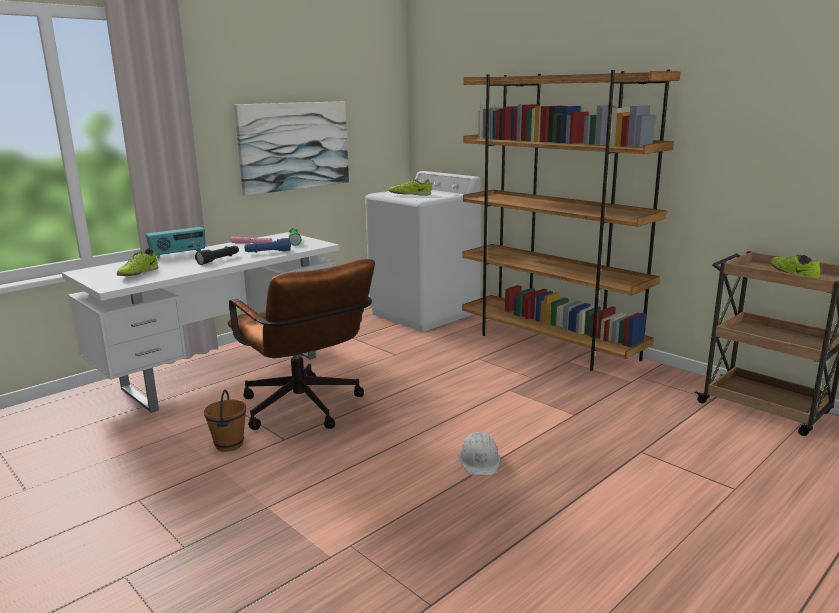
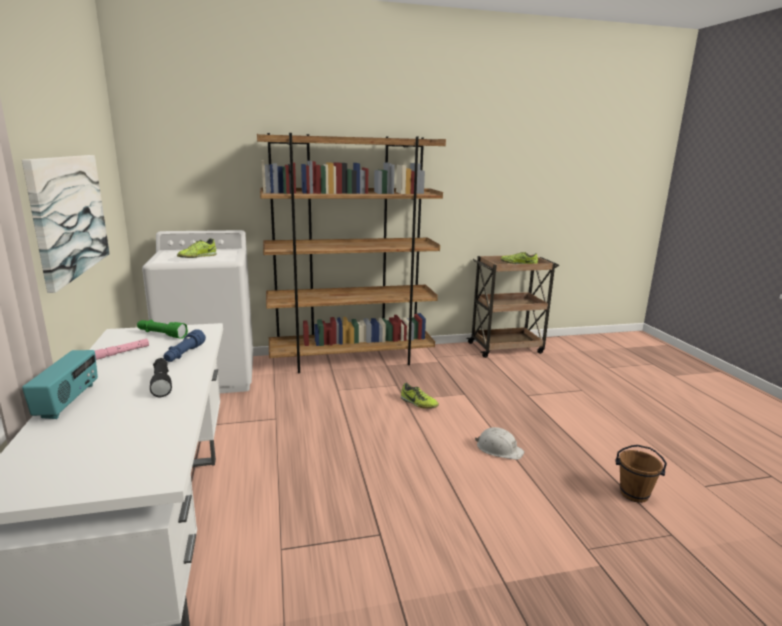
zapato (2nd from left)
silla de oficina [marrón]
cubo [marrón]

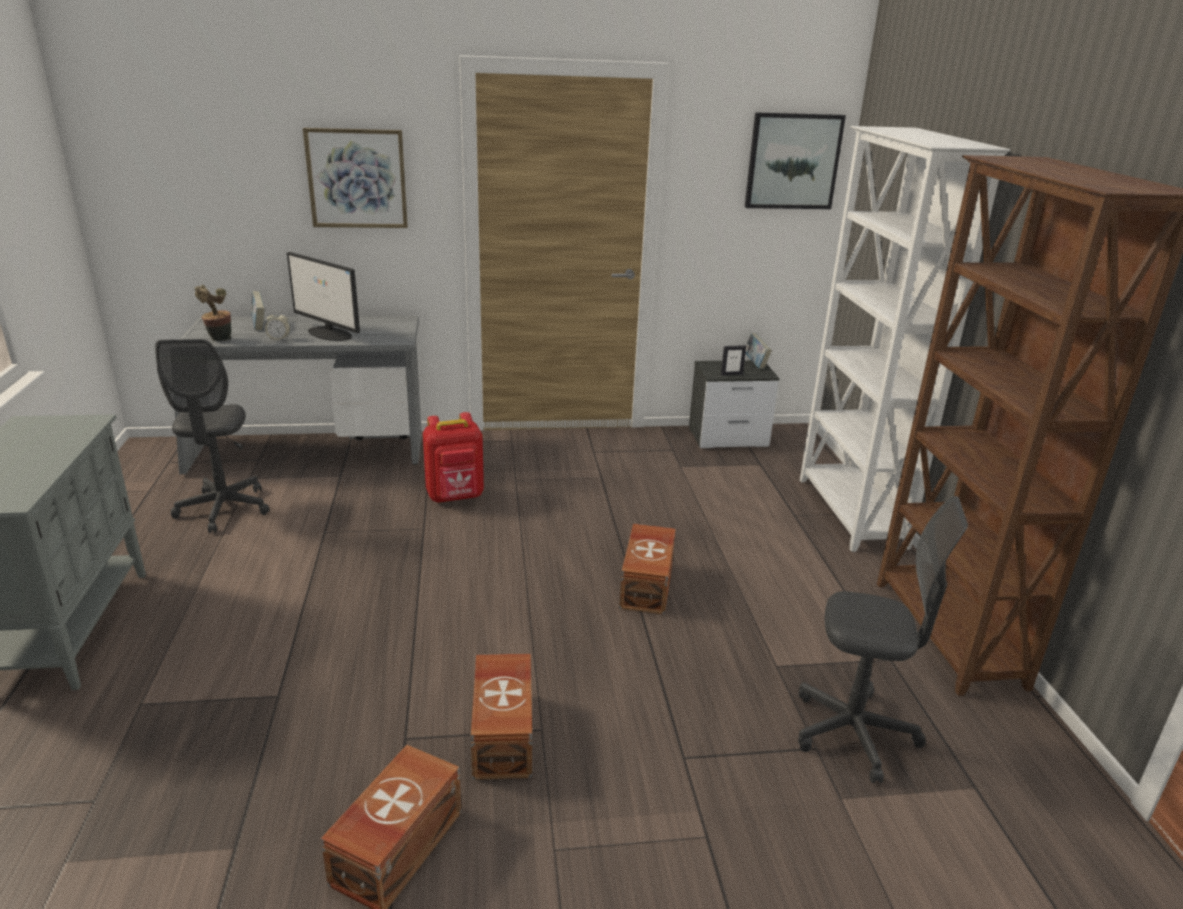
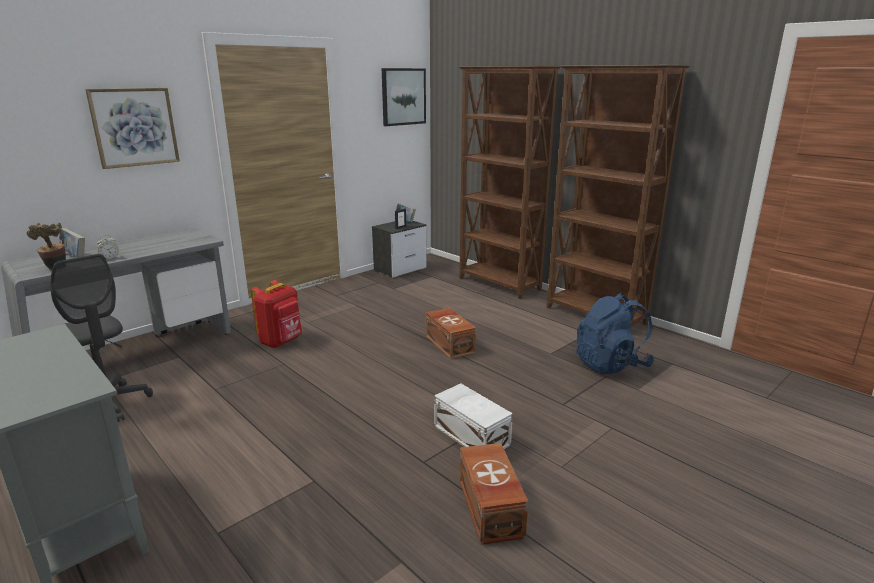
estantería [marrón] (1st from left)
monitor
mochila [azul]
caja de almacenaje [blanco]

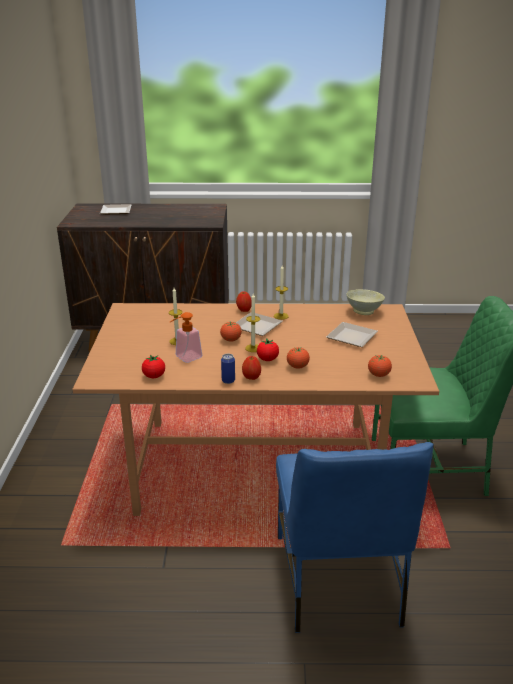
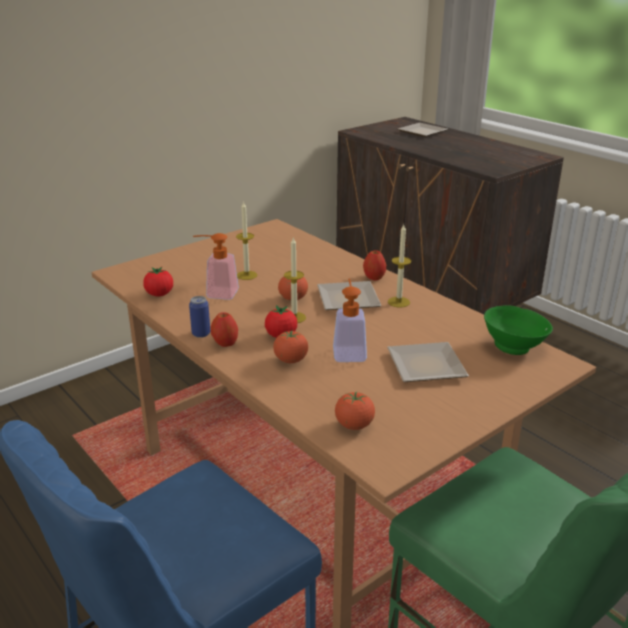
cuenco [verde]
dispensador de jabón (2nd from left)

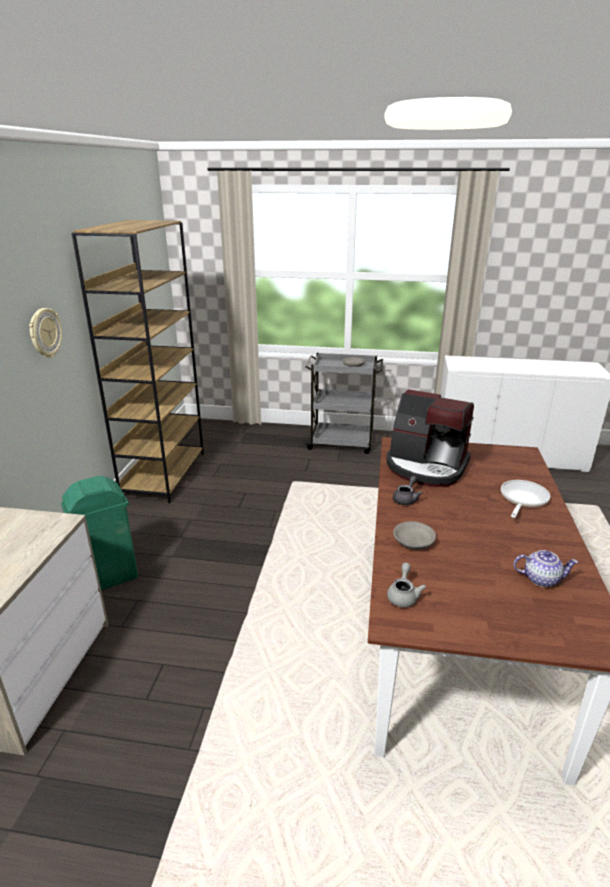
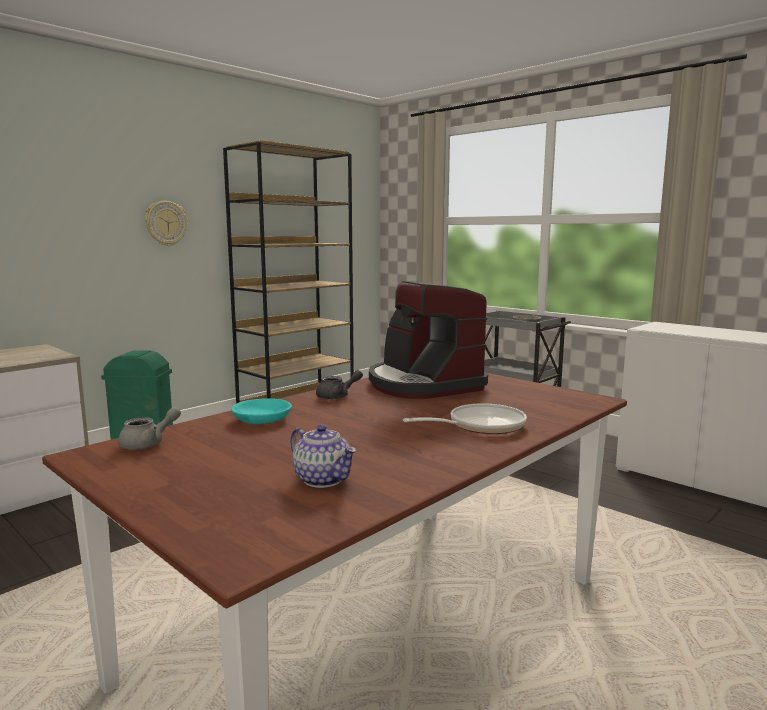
cuenco [turquesa]

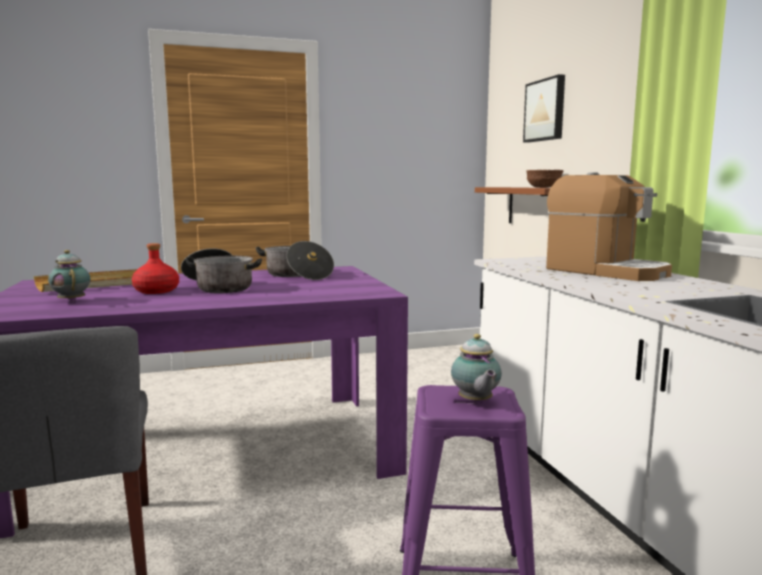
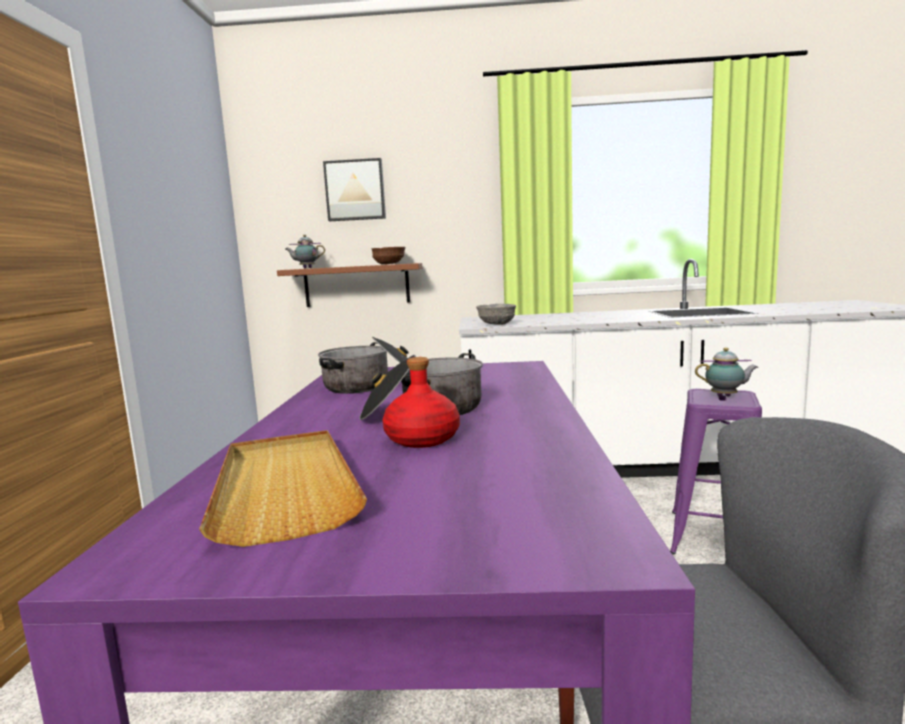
cafetera
tetera (1st from left)
cuenco [gris]

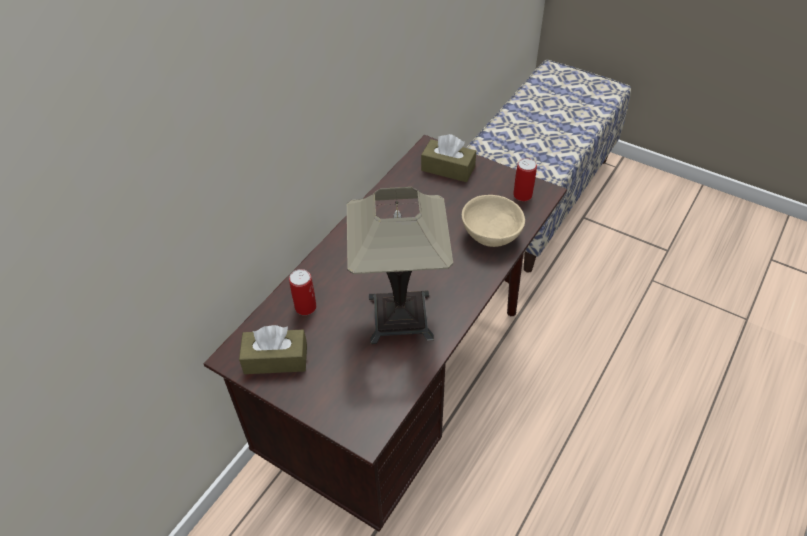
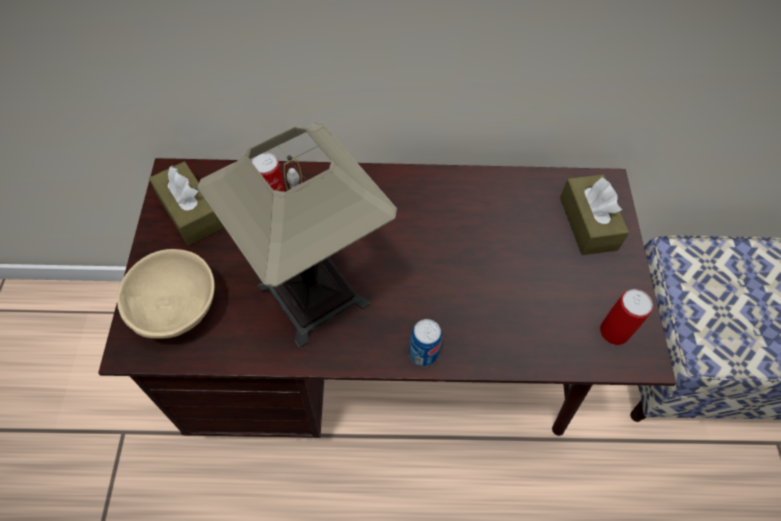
cuenco [beis]
lata (2nd from left)

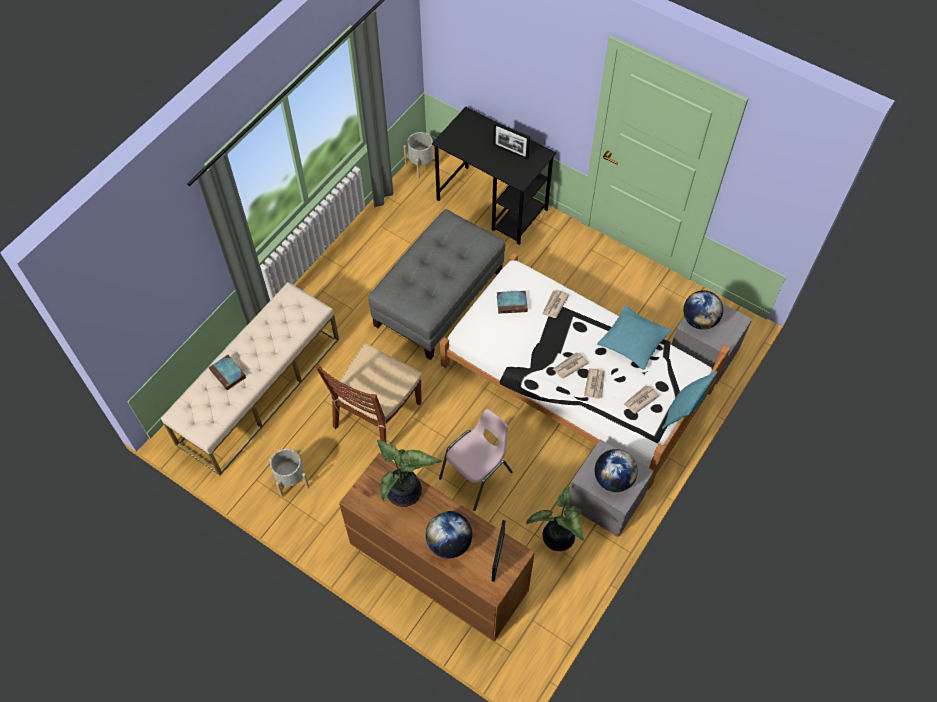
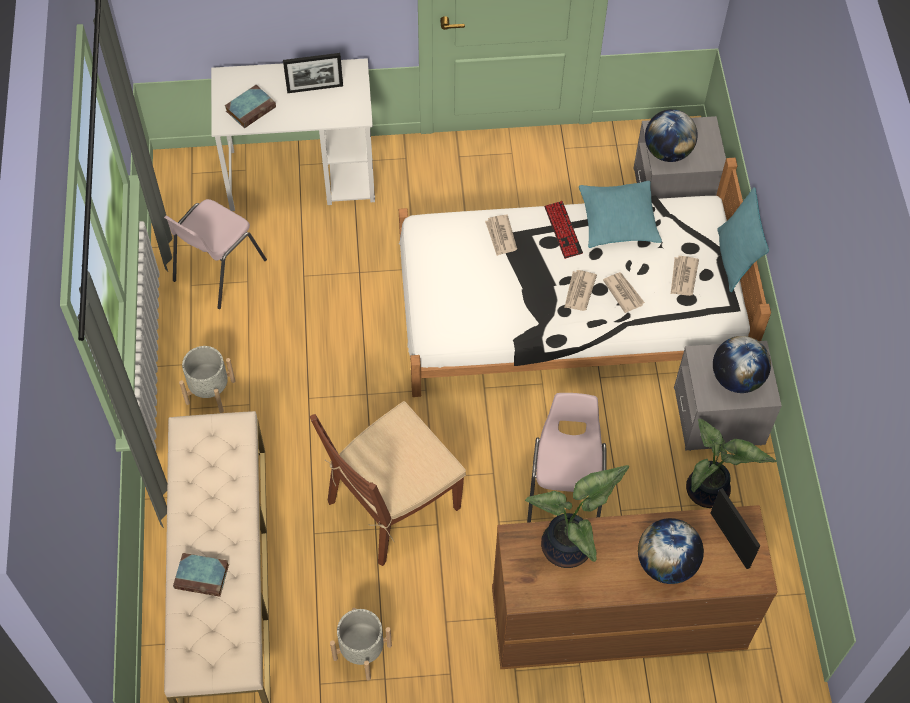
escritorio [blanco]
maceta [gris] (1st from left)
puf [gris]
libro (2nd from left)
silla [marrón]
silla [rosa] (1st from left)
teclado

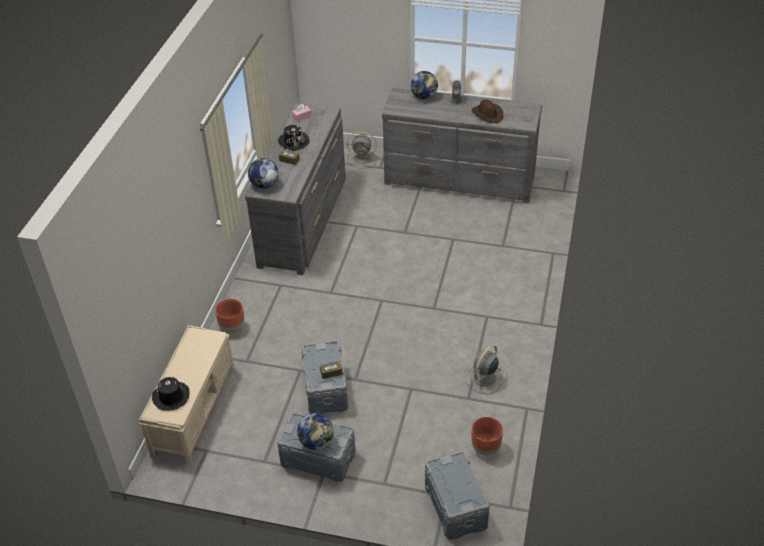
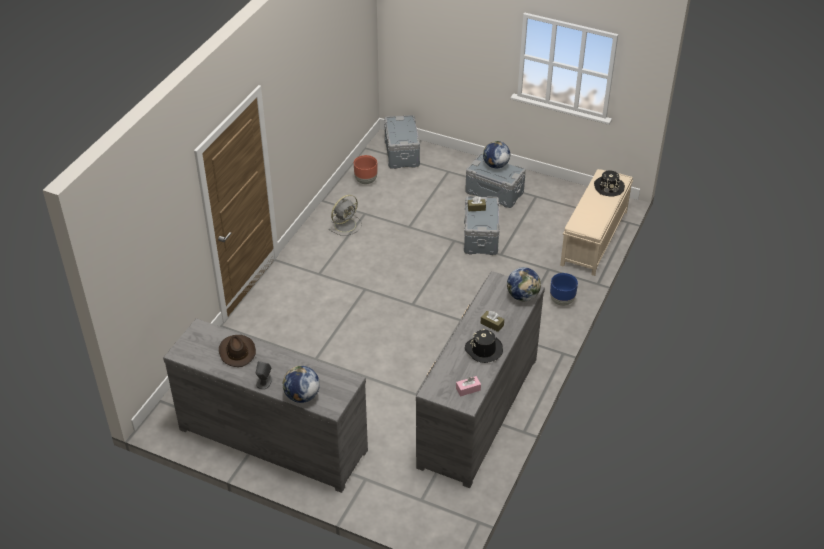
ventilador [gris] (1st from left in the first image)
maceta [azul]

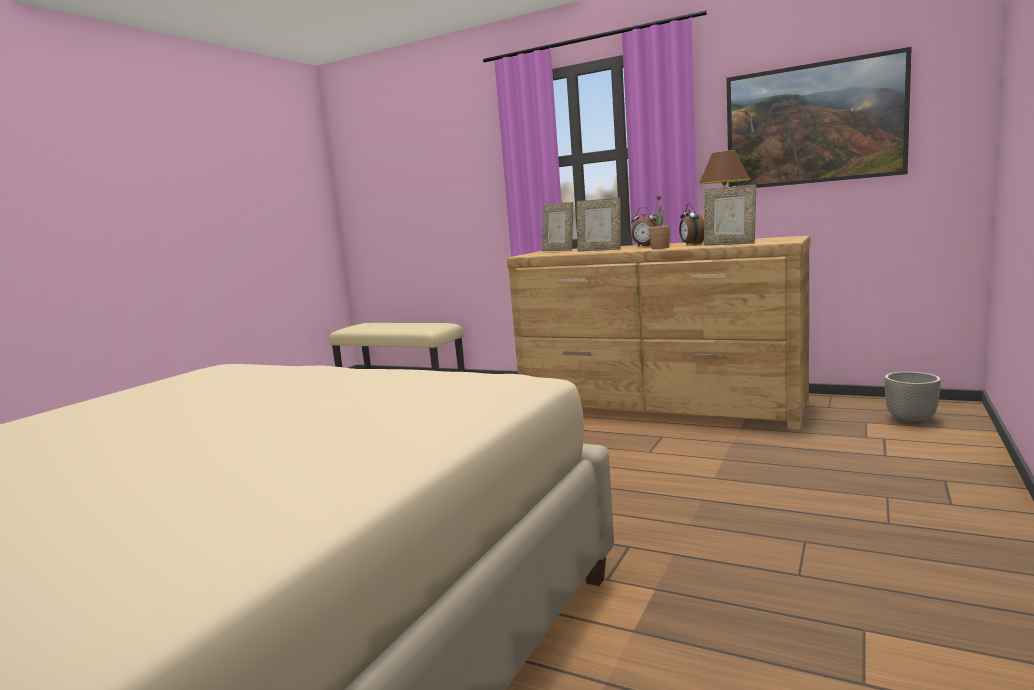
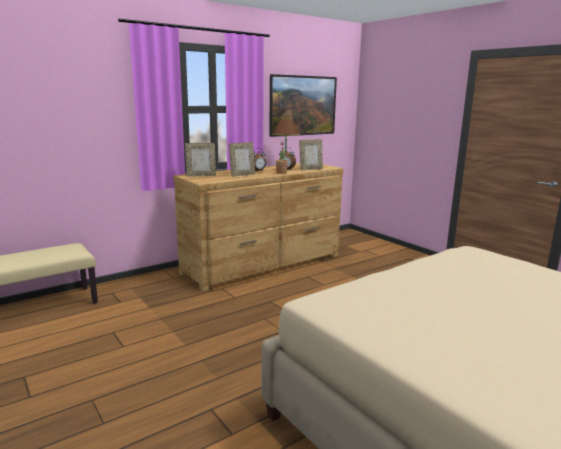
maceta

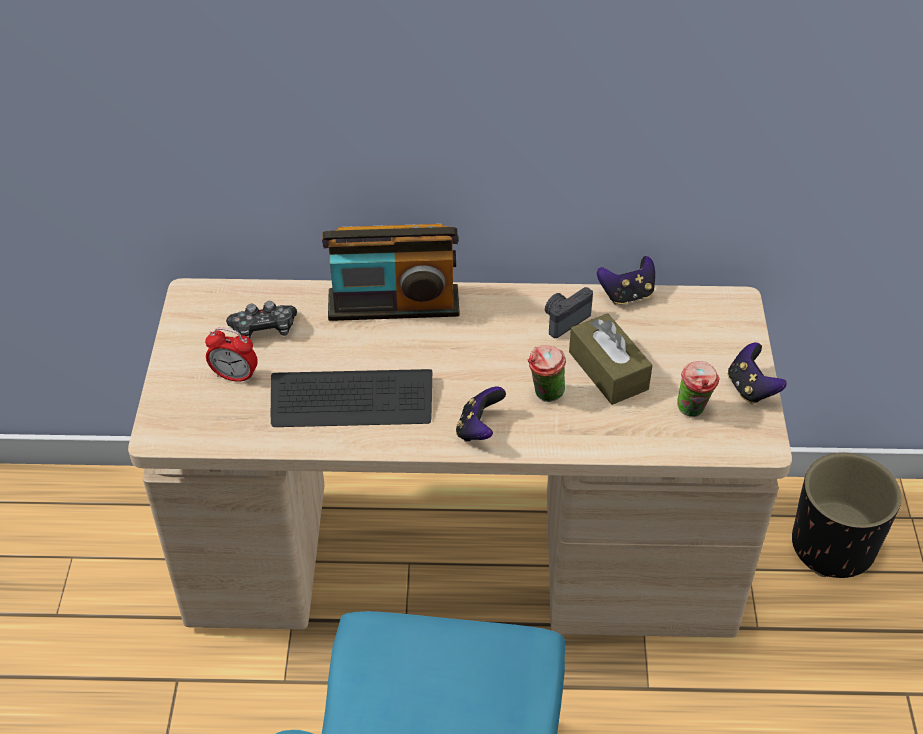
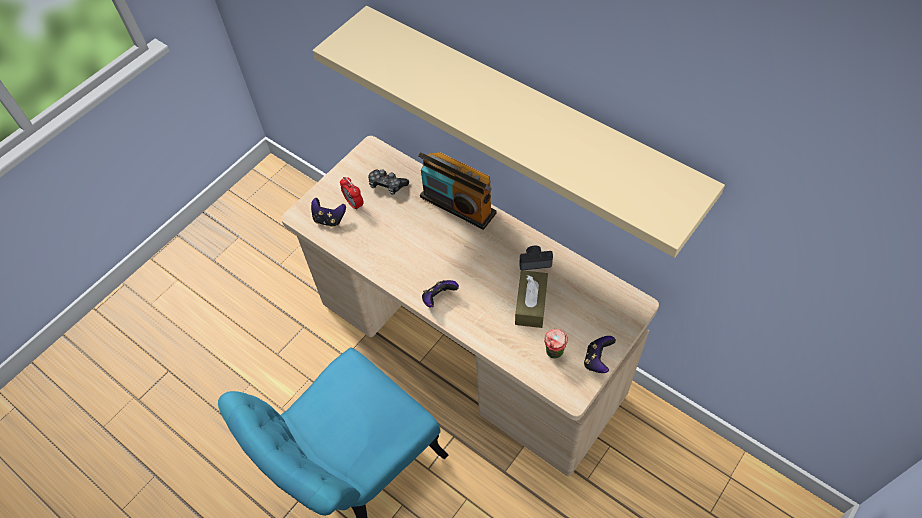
mando de consola (1st from left)
taza (1st from left in the first image)
teclado
maceta [negro]
estante [beis]

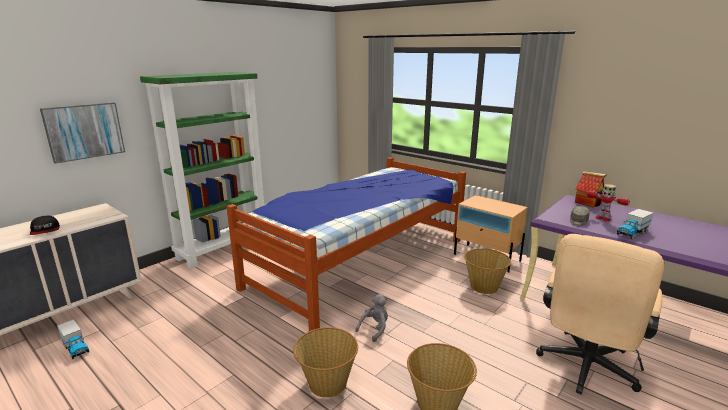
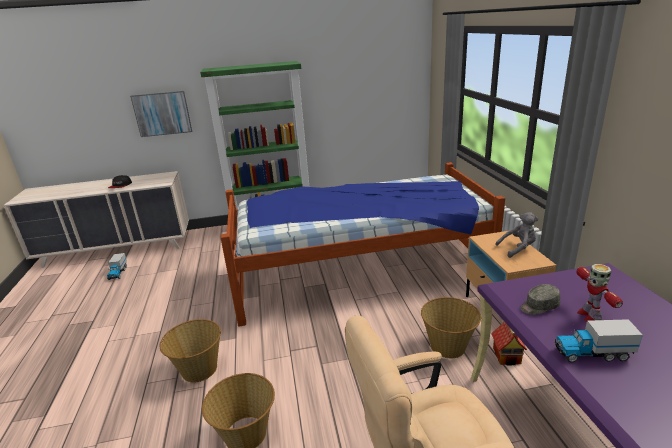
casita
peluche [gris]

